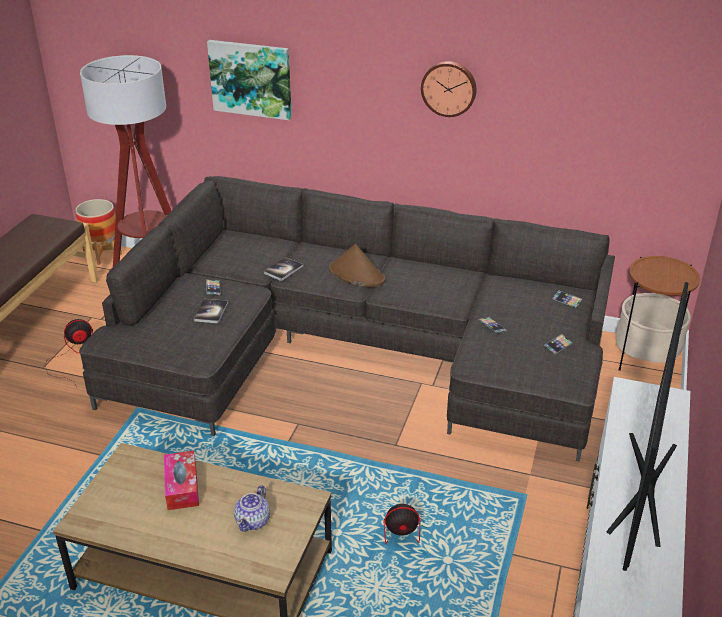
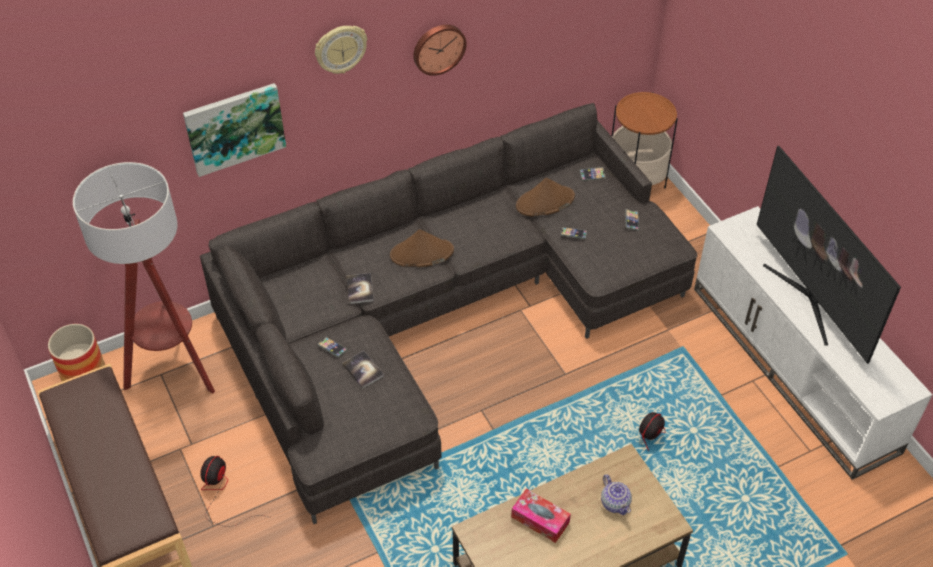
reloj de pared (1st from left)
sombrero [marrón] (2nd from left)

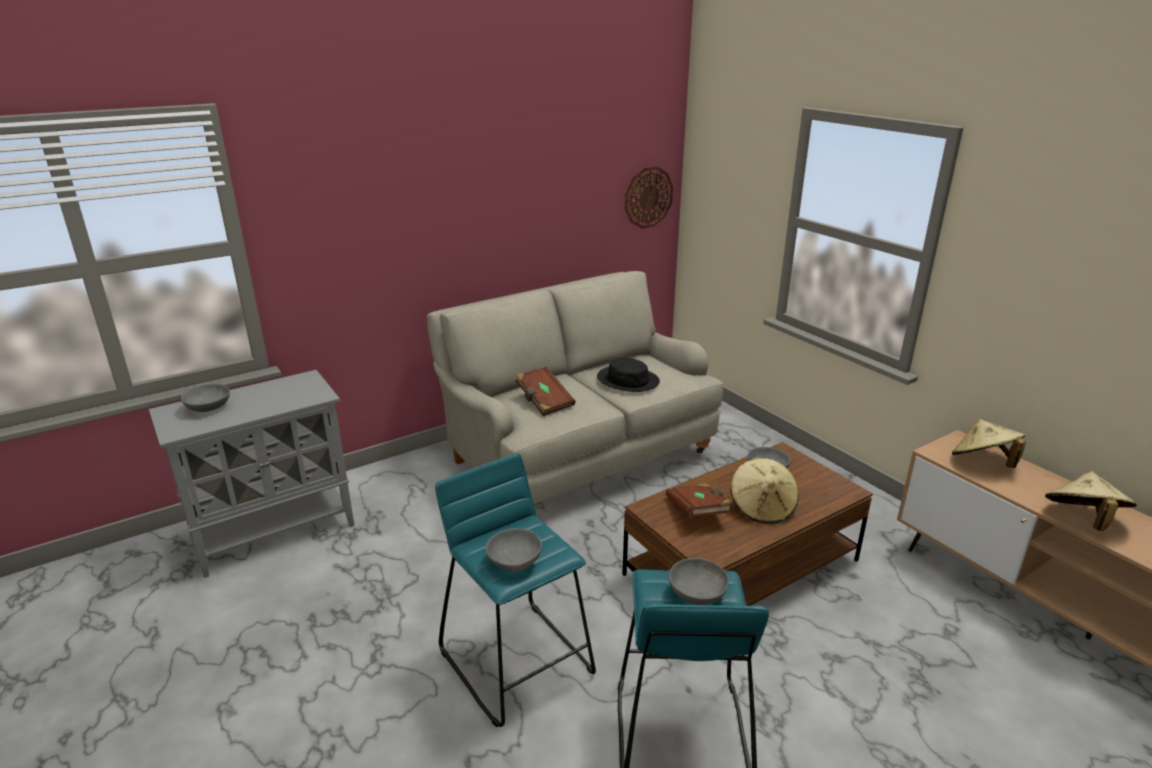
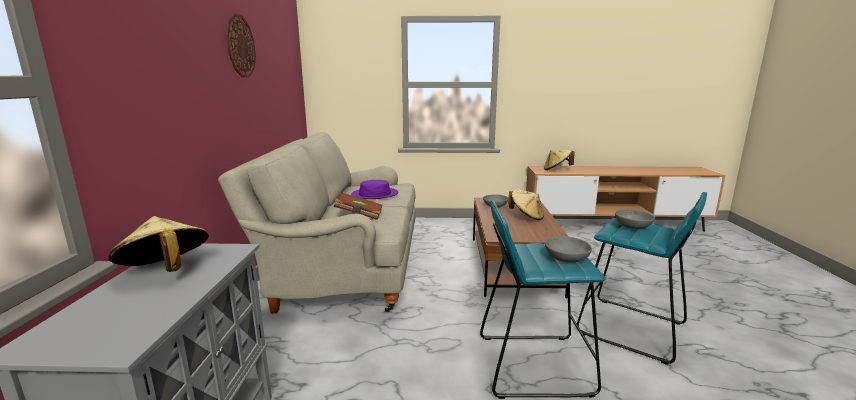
reloj de pared
sombrero [morado]
cuenco [gris] (1st from left in the first image)
sombrero [beis] (1st from left)
libro [marrón] (2nd from left in the first image)

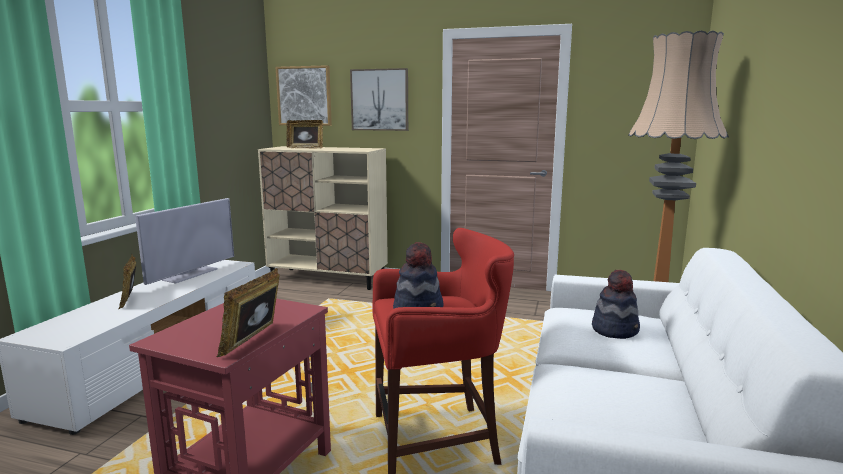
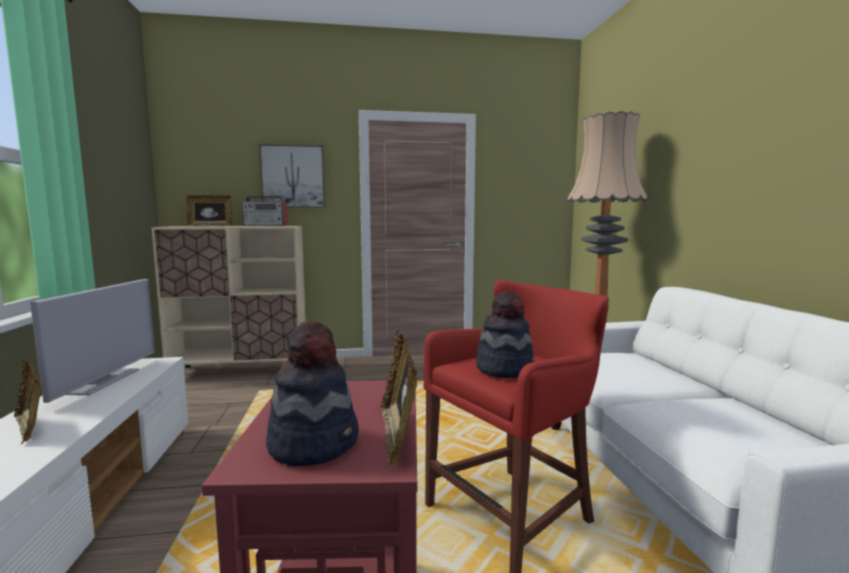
cuadro (1st from left in the first image)
sombrero (1st from left)
radio

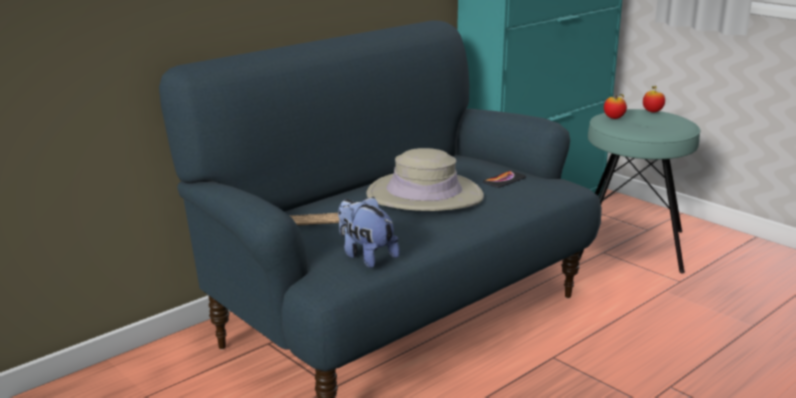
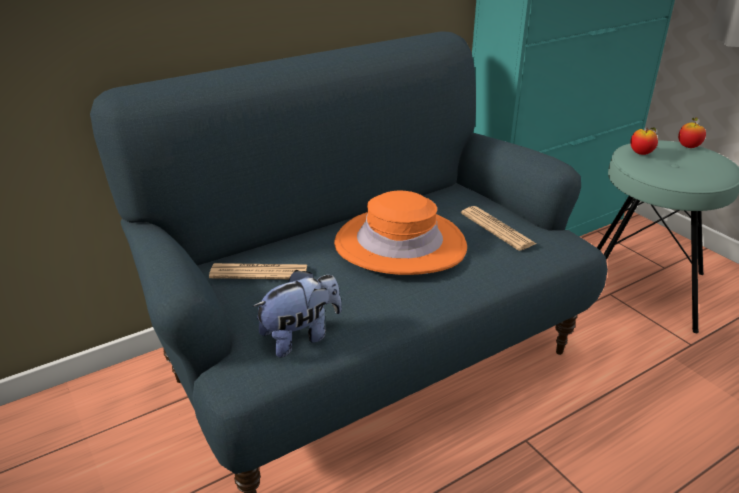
sombrero [naranja]
periódico (2nd from left)
peluche

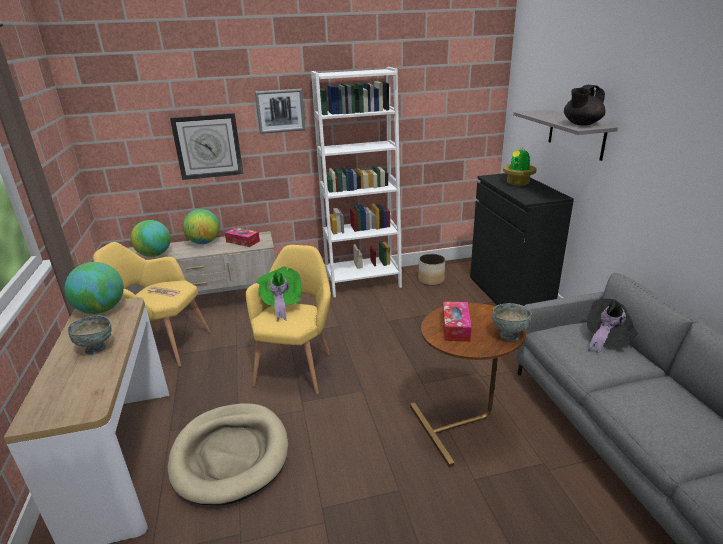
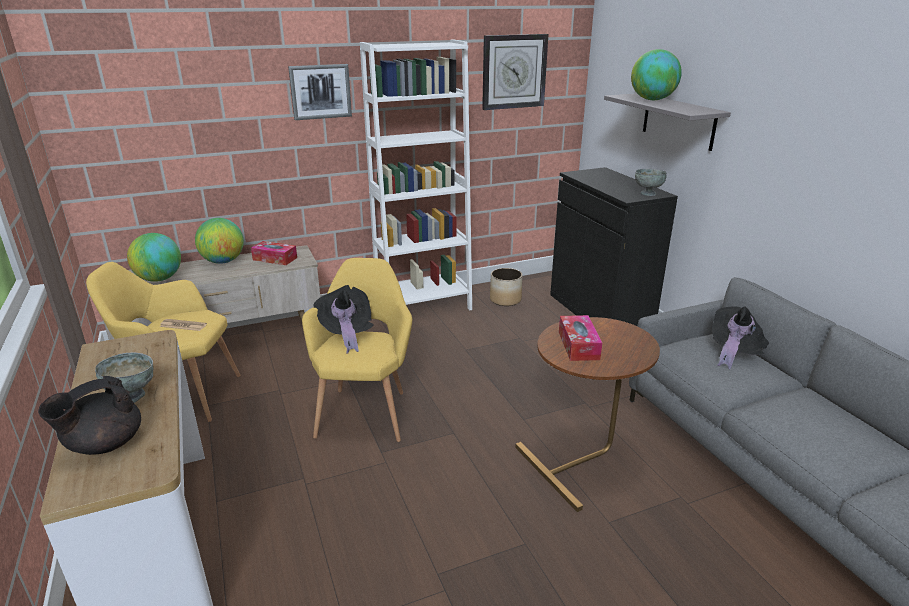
tetera [negro]
reloj de pared
planta en maceta
globo terráqueo (3rd from left)
sombrero [negro] (1st from left)
cuenco [gris] (2nd from left)
cama para perro [beis]

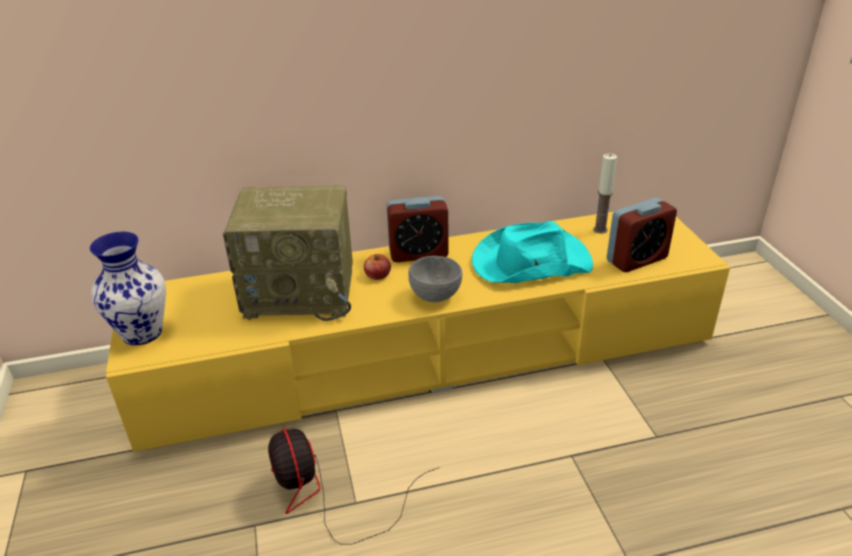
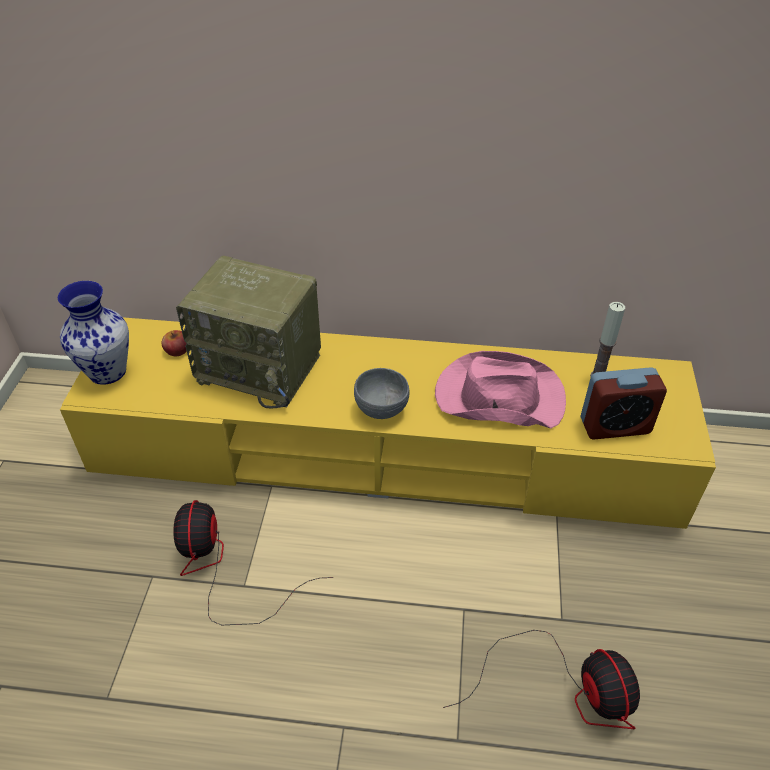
despertador (1st from left in the first image)
sombrero [rosa]
manzana
ventilador (2nd from left)

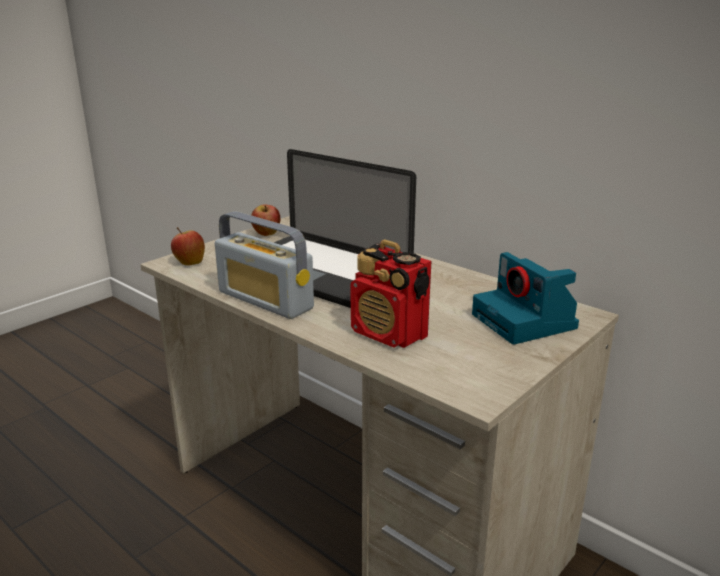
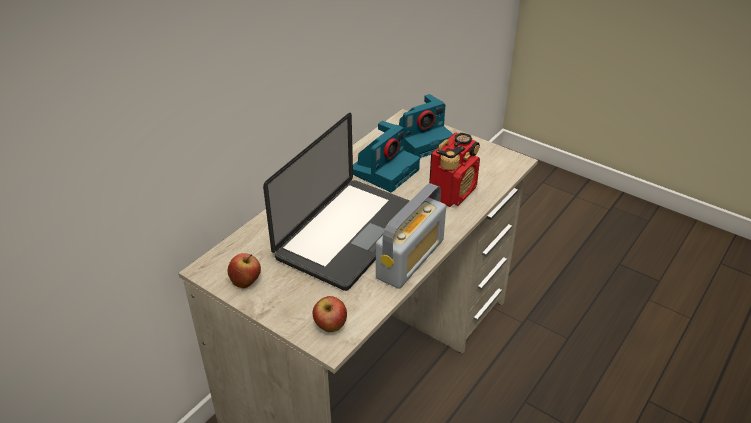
cámara (1st from left)

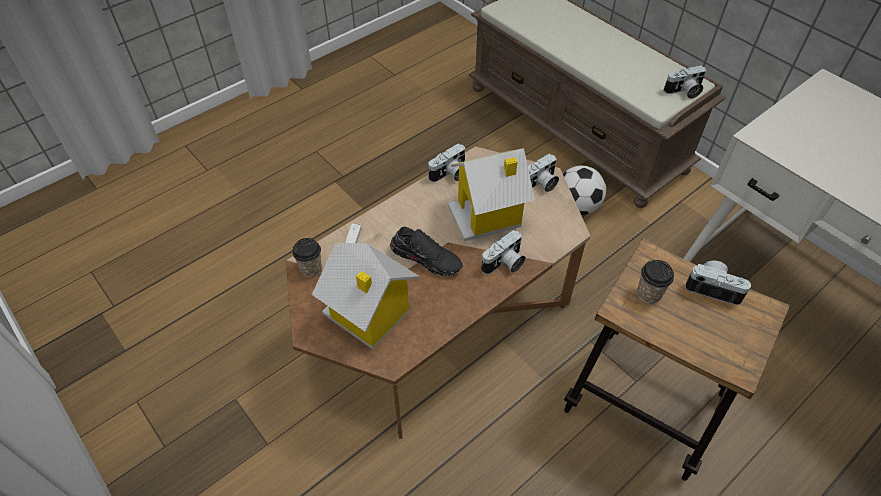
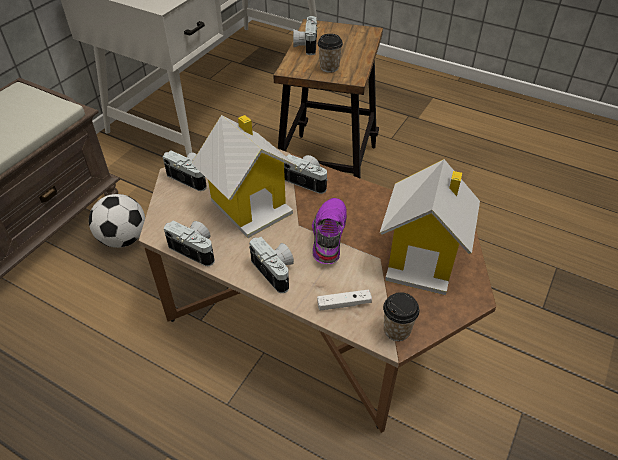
cámara (3rd from left)
zapato [morado]

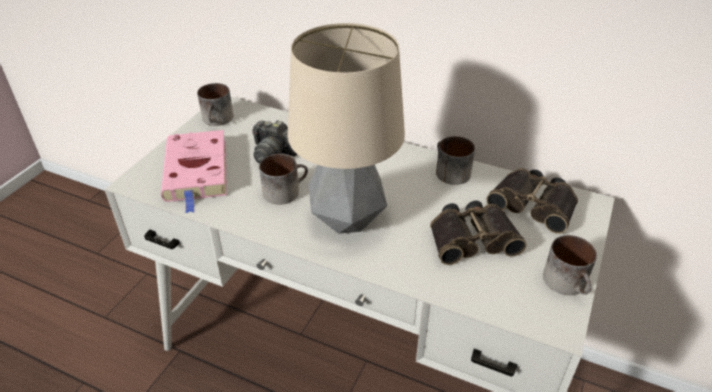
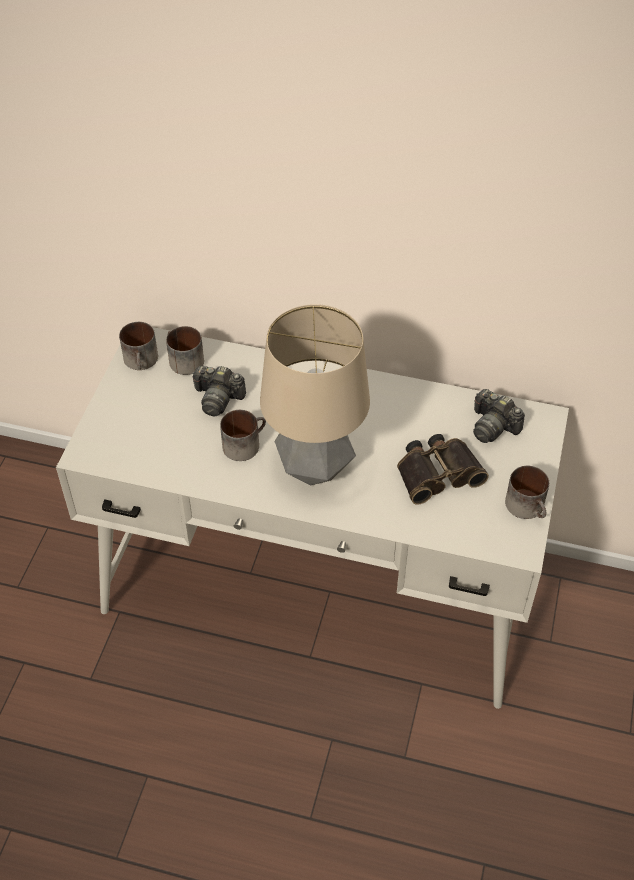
libro [rosa]
taza grande (2nd from left)
cámara (2nd from left)

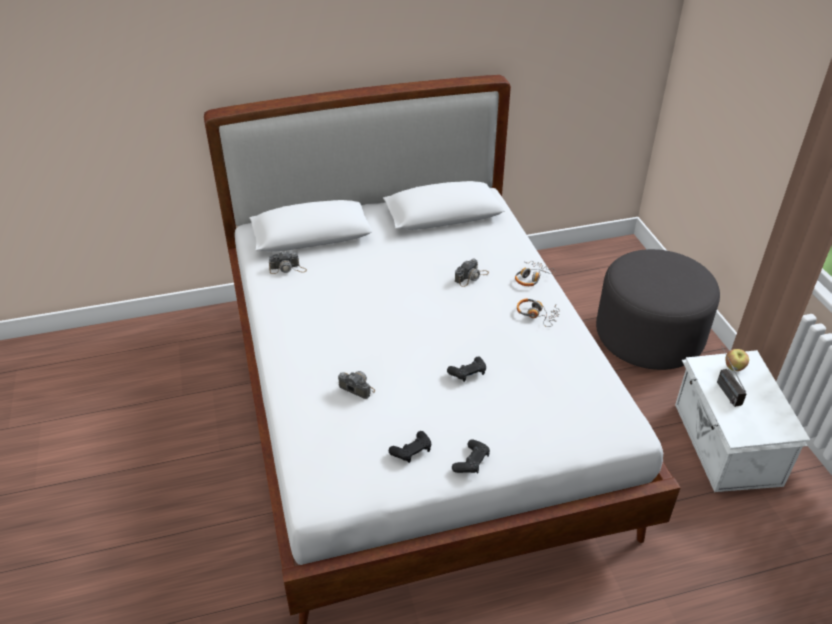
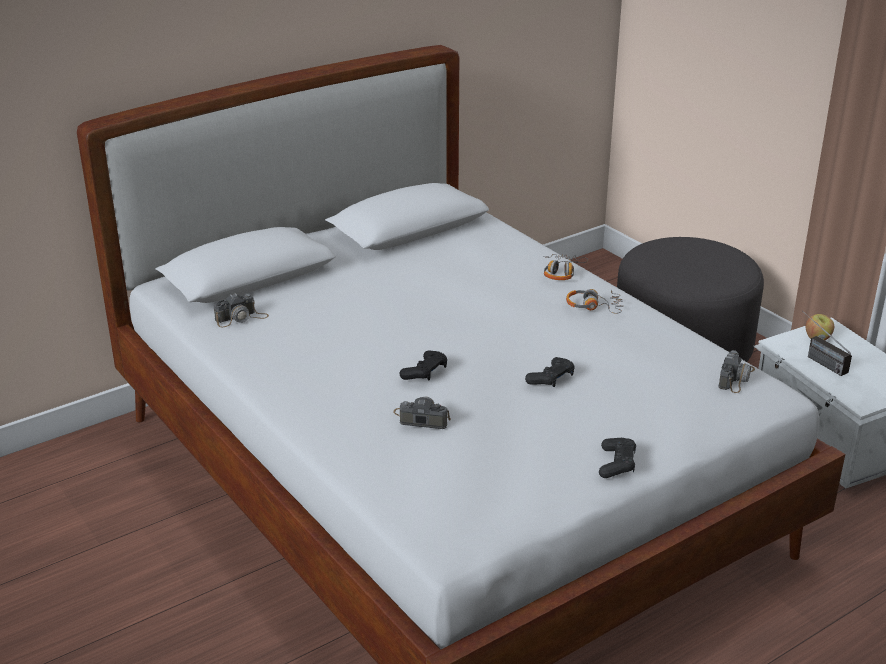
cámara (3rd from left)
mando de consola [negro] (1st from left)

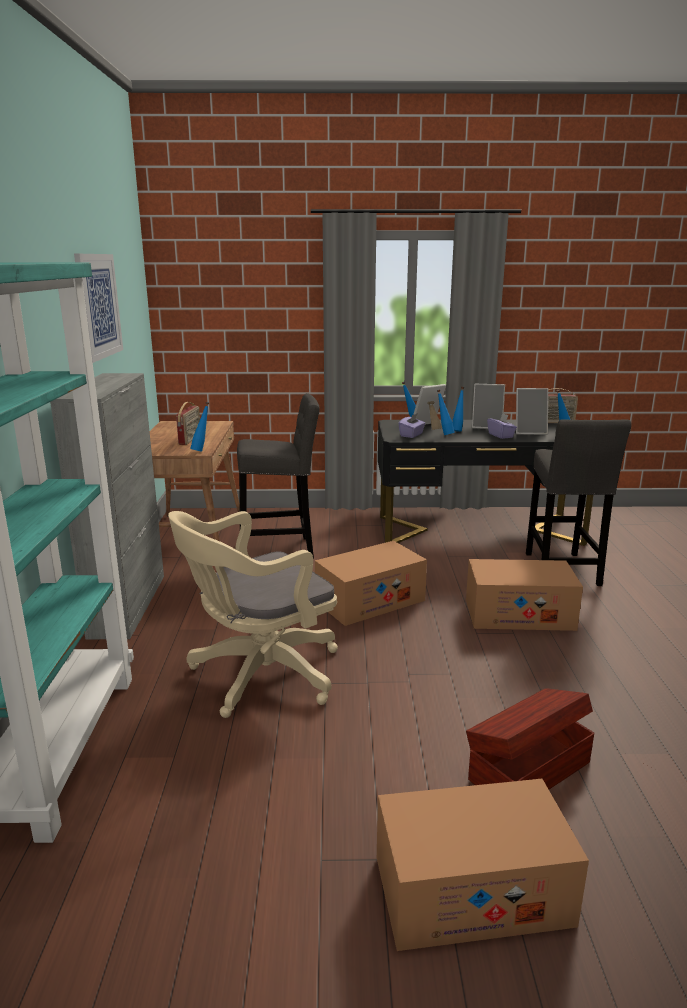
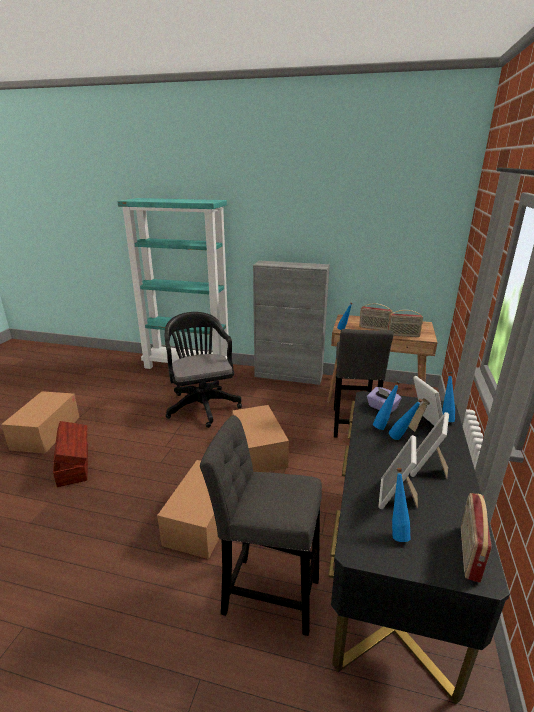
cuadro
caja de pañuelos [morado] (2nd from left in the first image)
silla de oficina [negro]
radio (2nd from left)

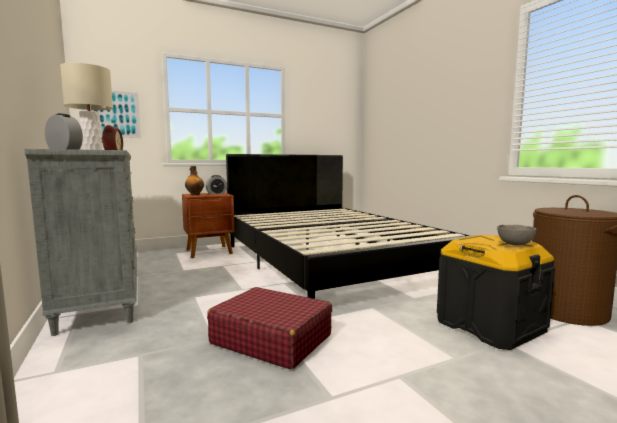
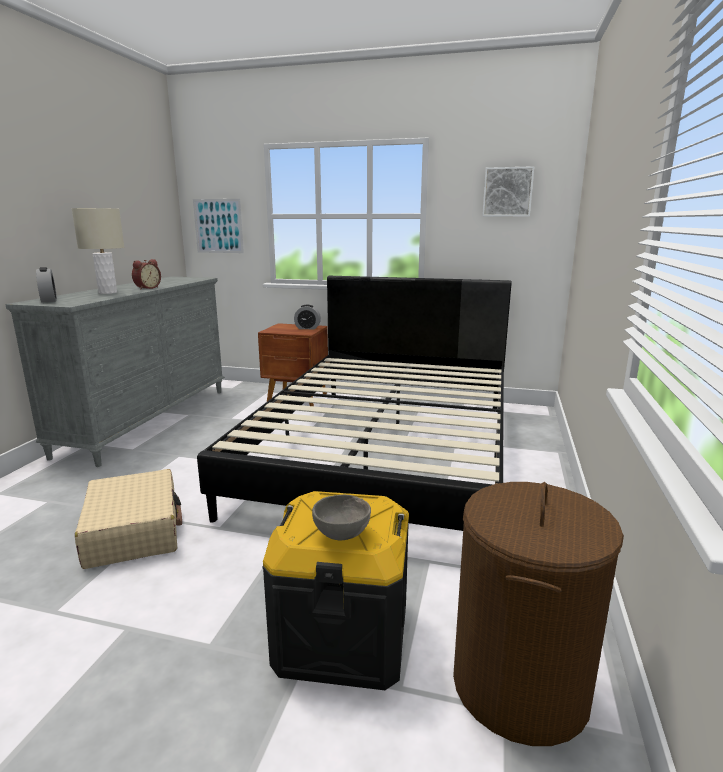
botella
maleta [beis]
cuadro (2nd from left)

